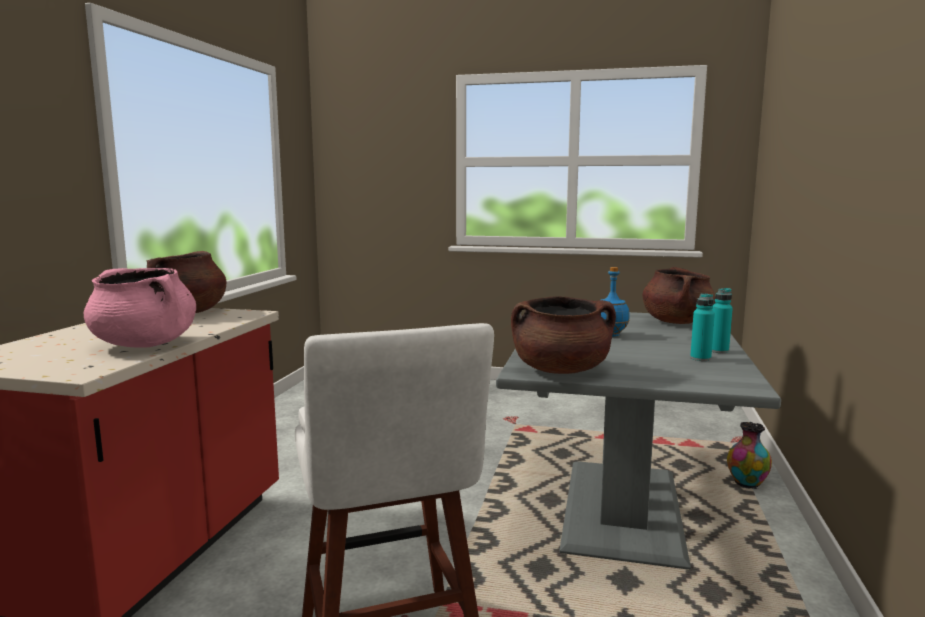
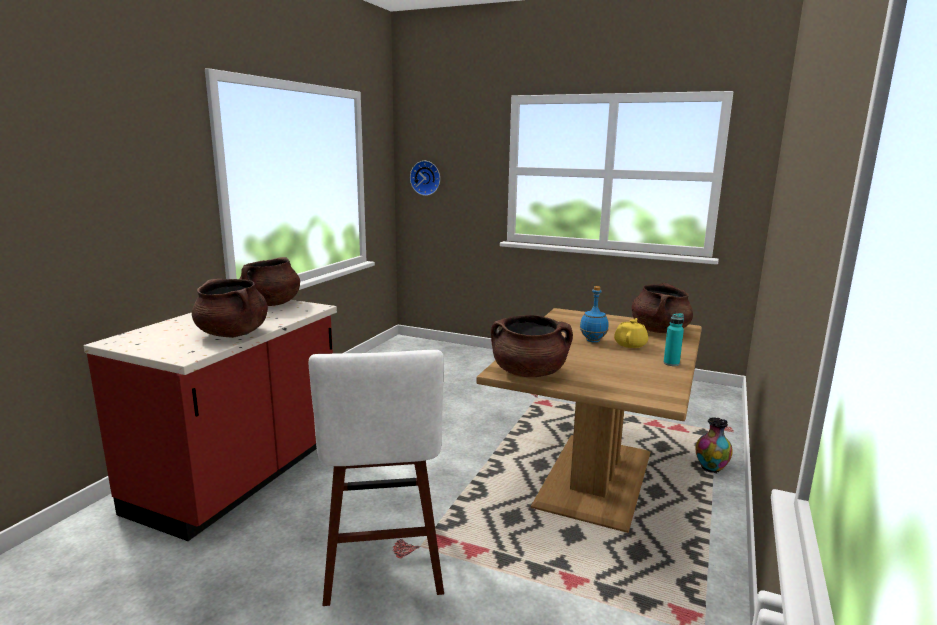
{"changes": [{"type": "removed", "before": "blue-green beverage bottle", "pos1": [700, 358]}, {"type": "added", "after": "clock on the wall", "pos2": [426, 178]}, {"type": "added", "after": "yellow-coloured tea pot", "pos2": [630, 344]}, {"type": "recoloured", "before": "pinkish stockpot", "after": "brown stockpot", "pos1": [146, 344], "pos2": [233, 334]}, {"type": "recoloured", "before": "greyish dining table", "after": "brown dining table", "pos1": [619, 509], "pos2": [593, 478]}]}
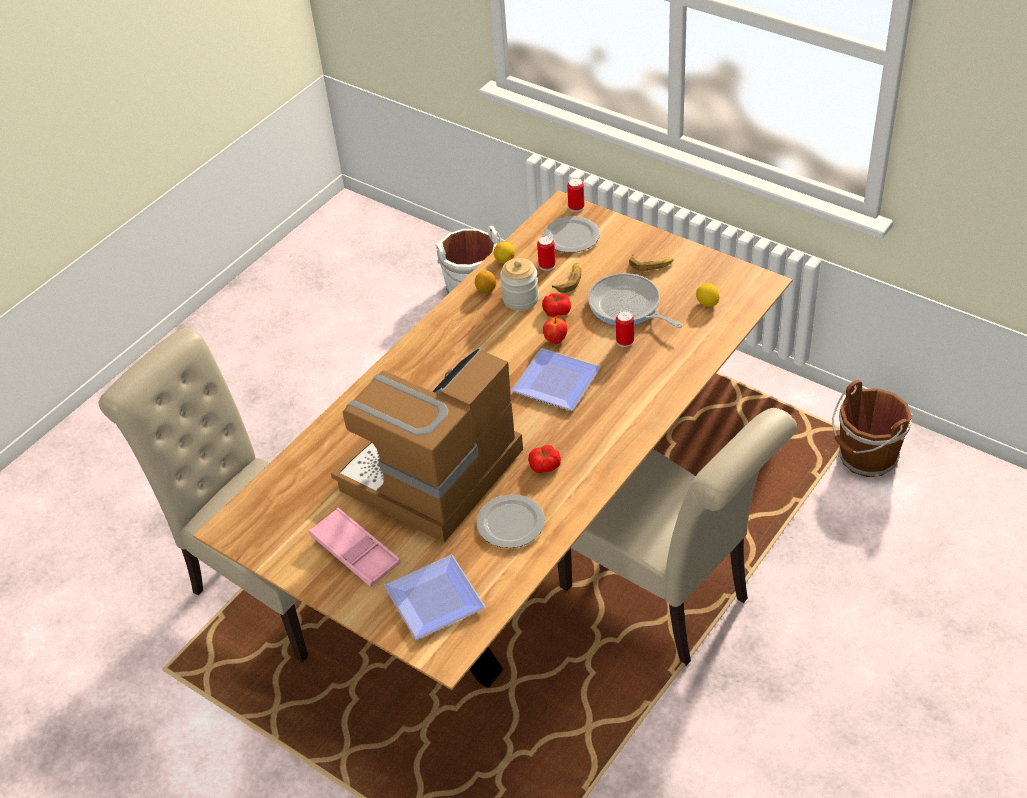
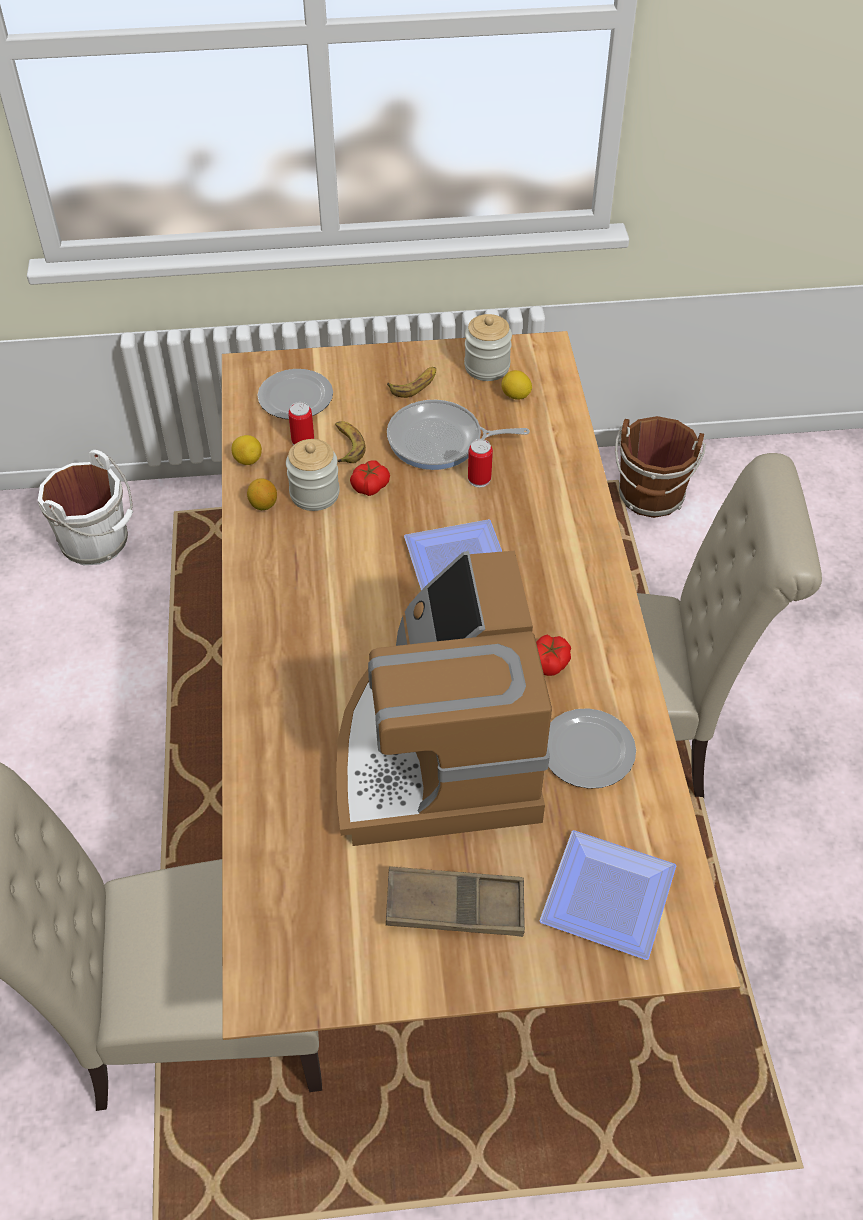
{"changes": [{"type": "removed", "before": "whole apple", "pos1": [555, 340]}, {"type": "removed", "before": "metal can", "pos1": [576, 207]}, {"type": "added", "after": "storage jar", "pos2": [487, 367]}, {"type": "recoloured", "before": "pinkish tray", "after": "brown tray", "pos1": [355, 552], "pos2": [455, 907]}]}
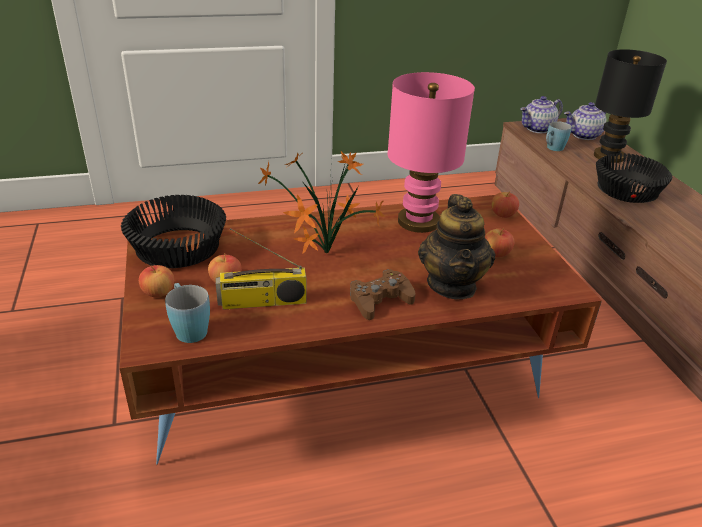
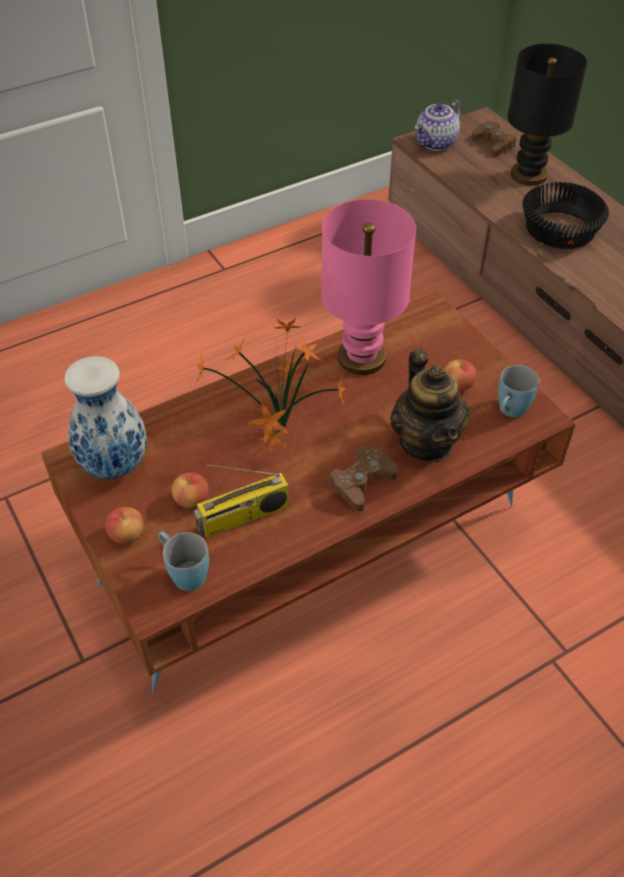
{"changes": [{"type": "removed", "before": "whole apple", "pos1": [503, 214]}, {"type": "moved", "before": "blue coffee mug", "pos1": [552, 149], "pos2": [509, 411]}, {"type": "replaced", "before": "black-coloured bowl", "after": "decorative vase", "pos1": [179, 247], "pos2": [115, 464]}, {"type": "replaced", "before": "tea pot", "after": "brown gamepad", "pos1": [584, 136], "pos2": [493, 144]}]}
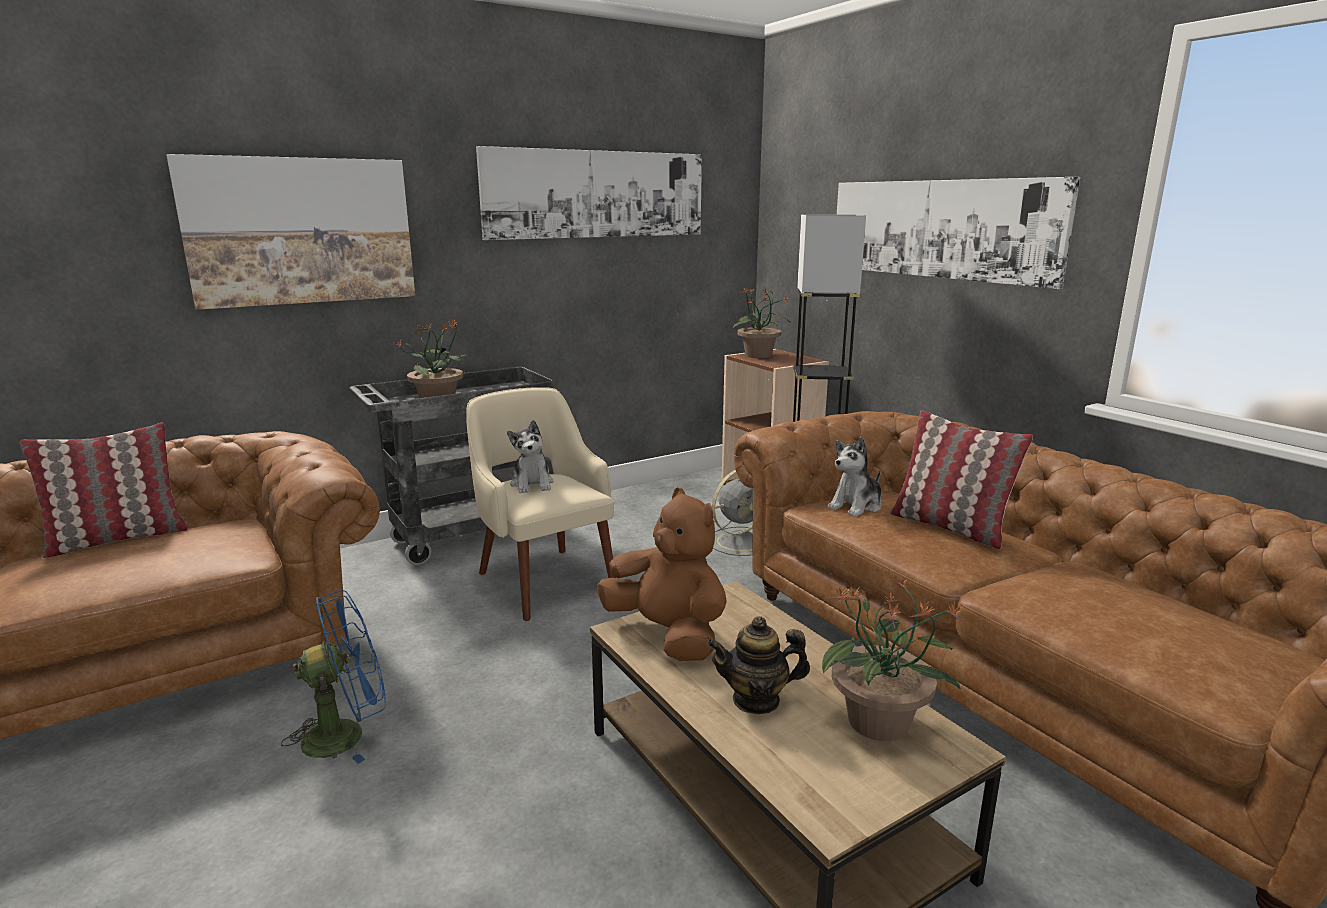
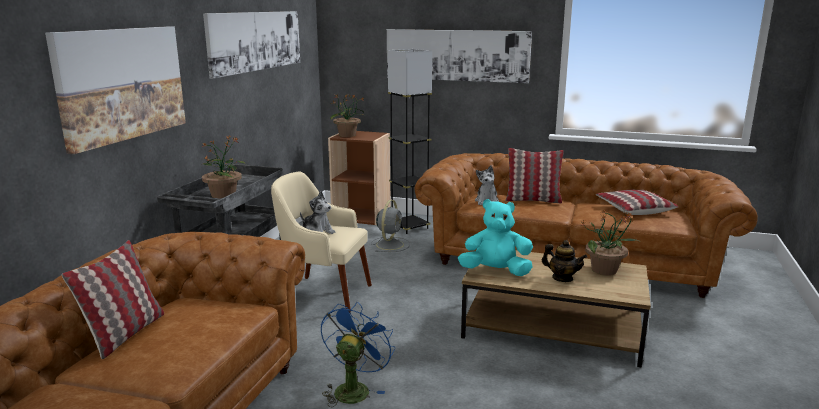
{"changes": [{"type": "added", "after": "pillow", "pos2": [634, 209]}, {"type": "recoloured", "before": "brown plush toy", "after": "blue-green plush toy", "pos1": [668, 634], "pos2": [495, 271]}, {"type": "turned", "before": "tea pot", "pos1": [756, 700], "pos2": [562, 278], "turn": -105}]}
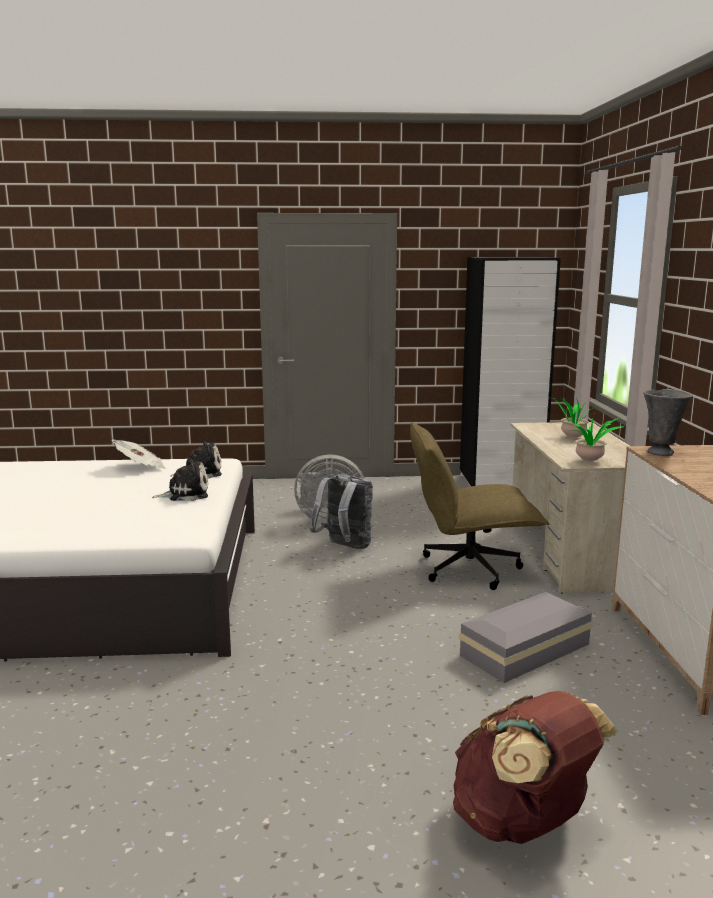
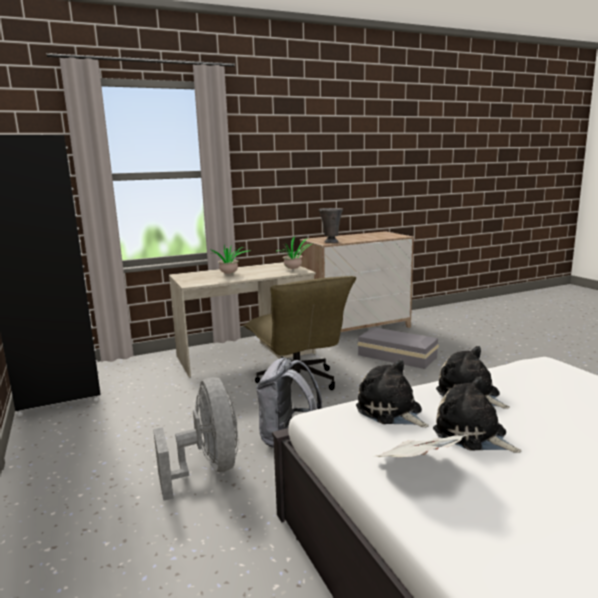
{"changes": [{"type": "removed", "before": "brown backpack", "pos1": [522, 823]}, {"type": "added", "after": "plush toy", "pos2": [473, 435]}]}
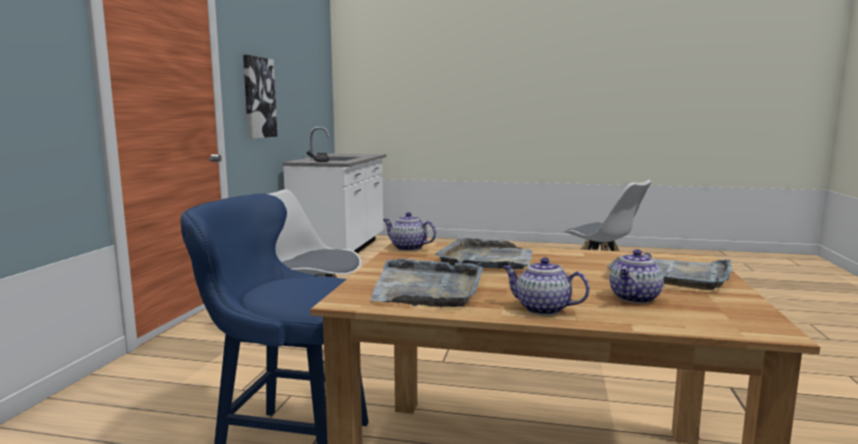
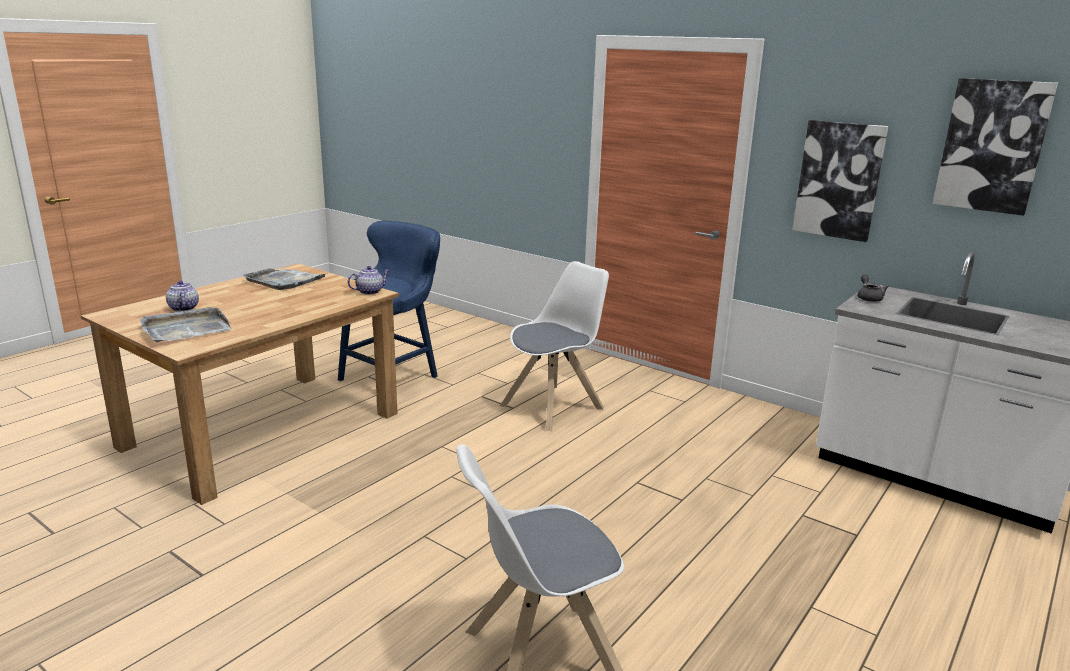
{"changes": [{"type": "removed", "before": "greyish tray", "pos1": [487, 259]}, {"type": "removed", "before": "tea pot", "pos1": [541, 309]}, {"type": "added", "after": "picture", "pos2": [992, 146]}]}
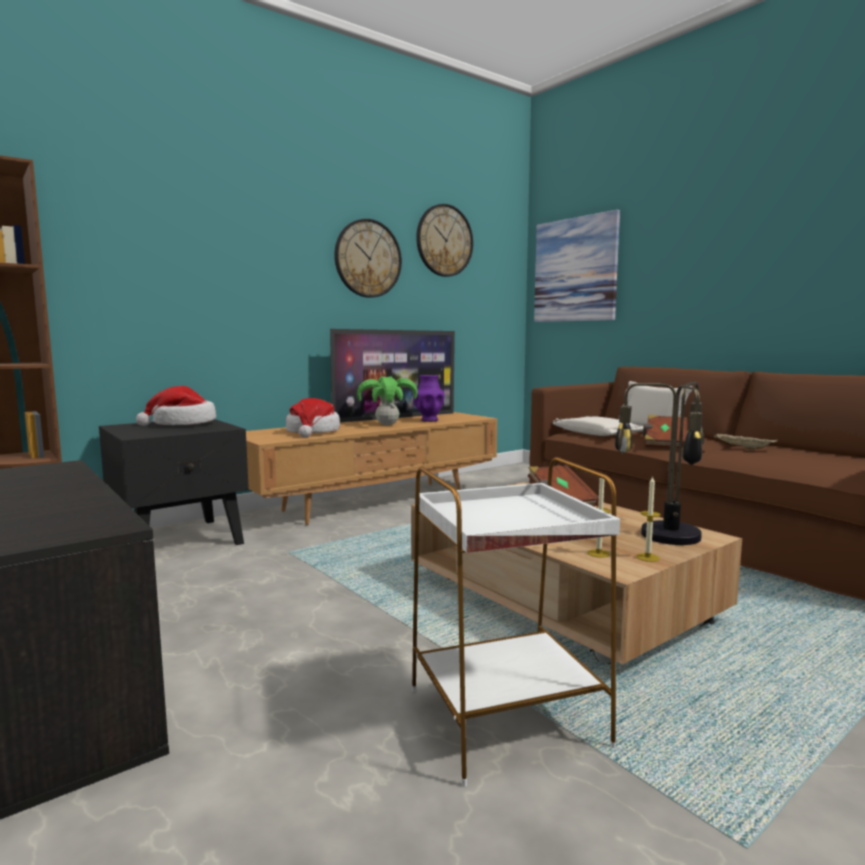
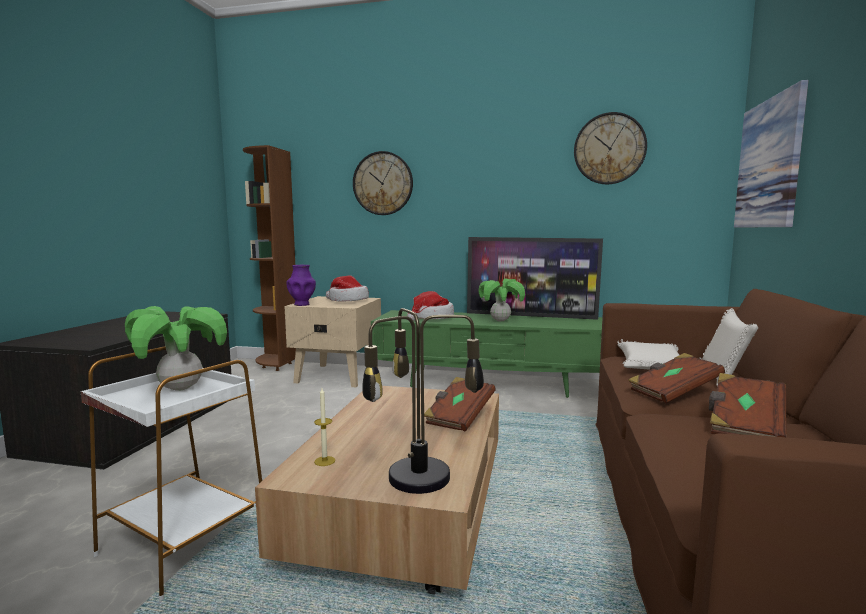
{"changes": [{"type": "removed", "before": "wax light", "pos1": [647, 557]}, {"type": "added", "after": "plant in a pot", "pos2": [181, 388]}, {"type": "moved", "before": "clock on the wall", "pos1": [368, 258], "pos2": [383, 183]}, {"type": "moved", "before": "purple-coloured decorative vase", "pos1": [429, 420], "pos2": [302, 304]}, {"type": "replaced", "before": "sand-coloured tray", "after": "brown bound book", "pos1": [742, 448], "pos2": [744, 426]}, {"type": "recoloured", "before": "black-coloured nightstand", "after": "sand-coloured nightstand", "pos1": [180, 540], "pos2": [338, 375]}, {"type": "recoloured", "before": "sand-coloured media console", "after": "green-coloured media console", "pos1": [372, 501], "pos2": [489, 383]}]}
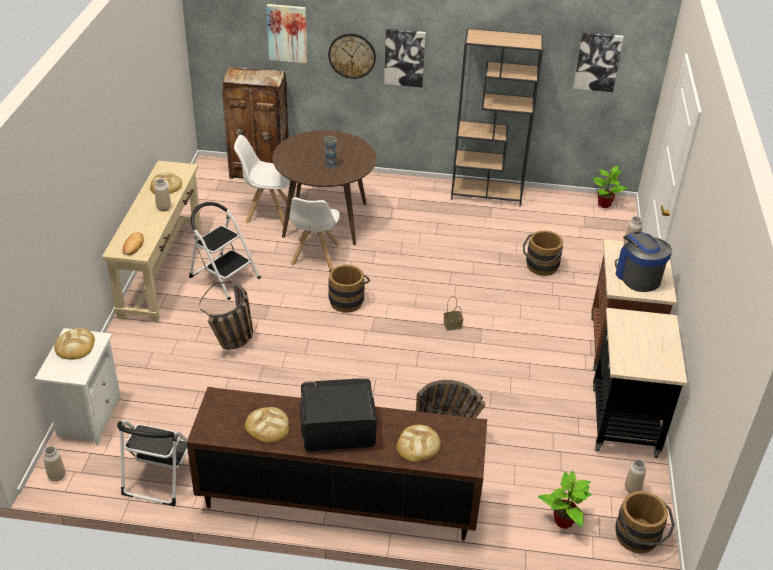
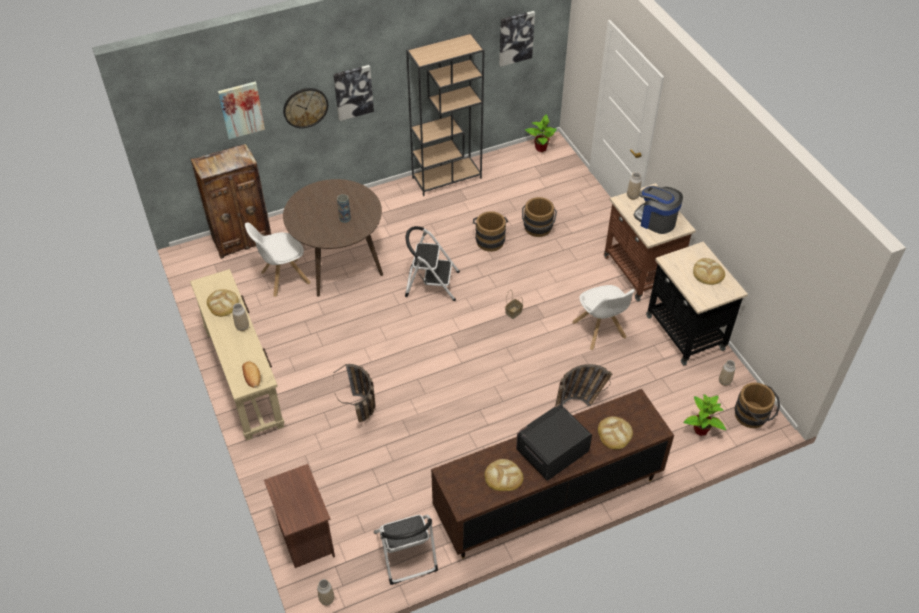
{"changes": [{"type": "moved", "before": "baked bread", "pos1": [75, 346], "pos2": [708, 273]}, {"type": "moved", "before": "stepladder", "pos1": [223, 277], "pos2": [430, 284]}, {"type": "moved", "before": "white plain chair", "pos1": [314, 256], "pos2": [600, 331]}, {"type": "moved", "before": "brown water bucket", "pos1": [348, 299], "pos2": [489, 239]}, {"type": "recoloured", "before": "white nightstand", "after": "brown nightstand", "pos1": [88, 417], "pos2": [305, 538]}]}
